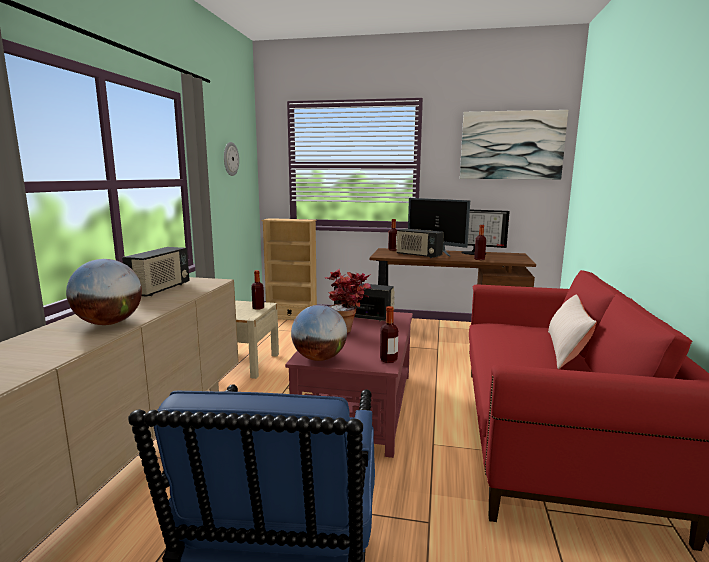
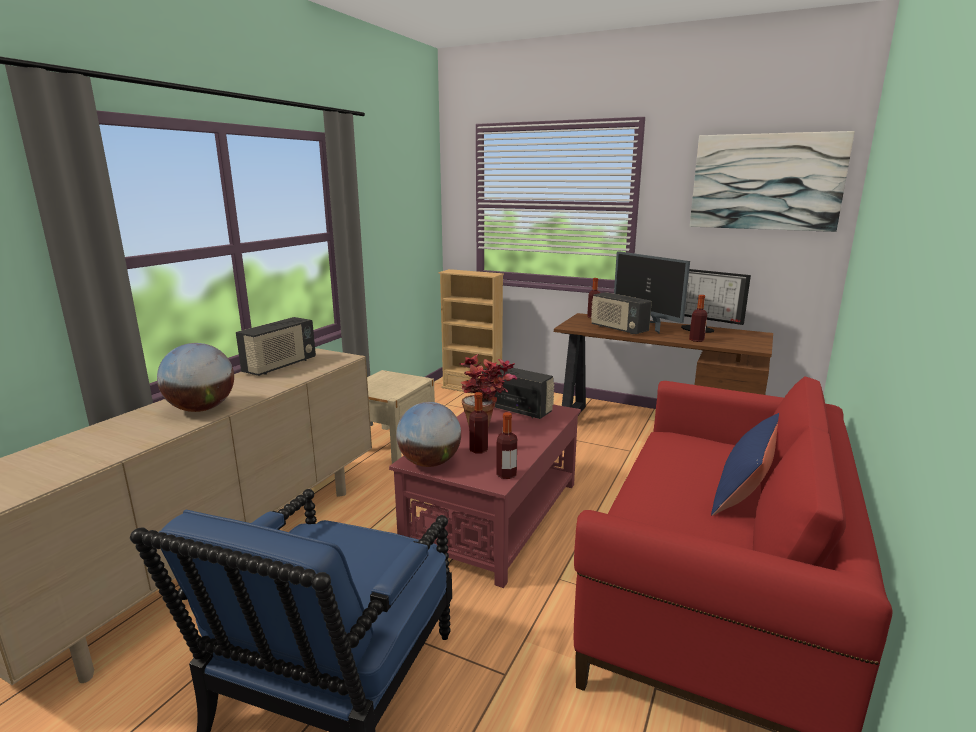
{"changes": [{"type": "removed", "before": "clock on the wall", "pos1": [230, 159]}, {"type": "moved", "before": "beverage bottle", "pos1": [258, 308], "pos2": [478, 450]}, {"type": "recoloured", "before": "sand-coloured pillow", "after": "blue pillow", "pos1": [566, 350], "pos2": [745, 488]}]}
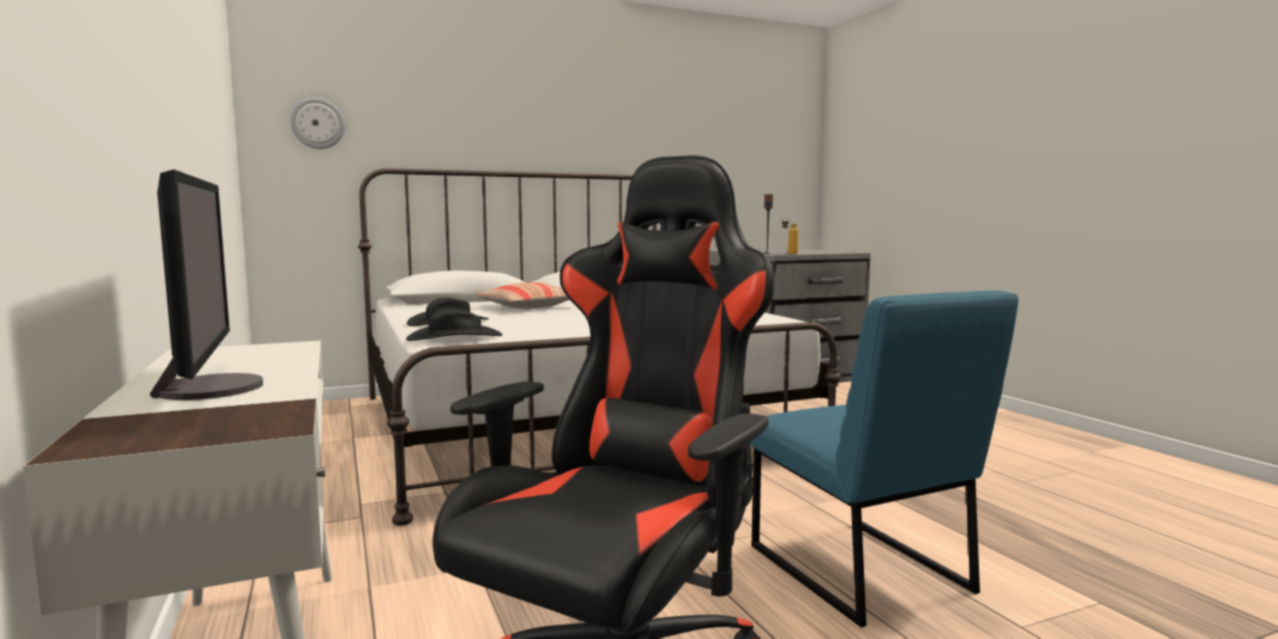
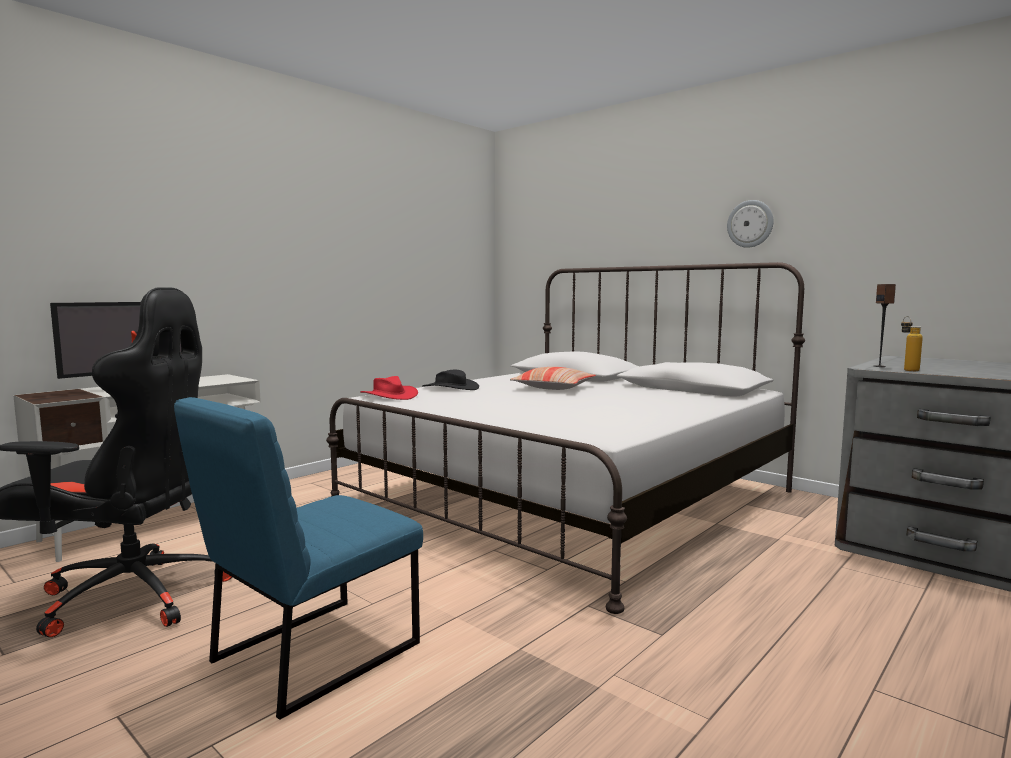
{"changes": [{"type": "moved", "before": "clock on the wall", "pos1": [317, 123], "pos2": [750, 224]}, {"type": "recoloured", "before": "black-coloured clothing hat", "after": "red clothing hat", "pos1": [455, 337], "pos2": [389, 396]}]}
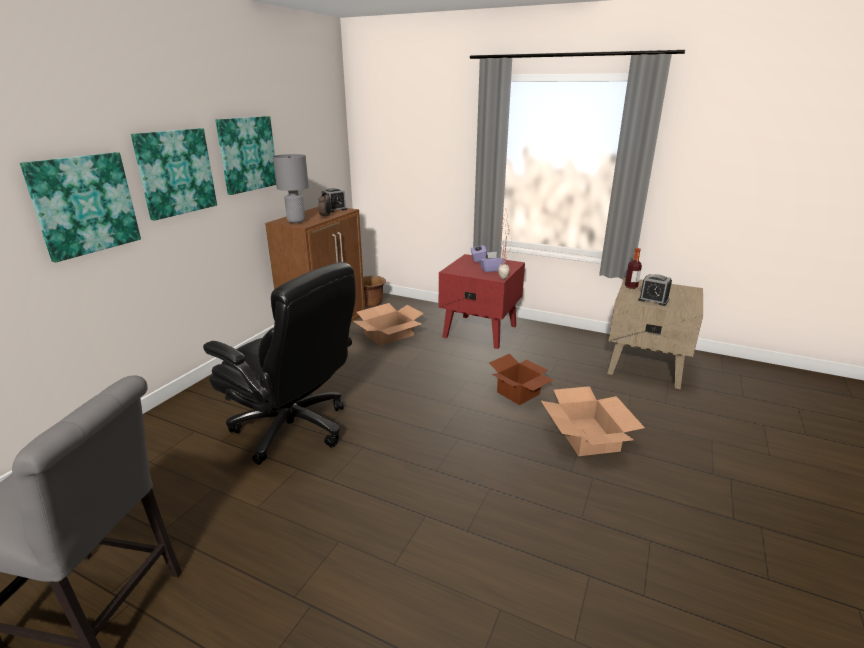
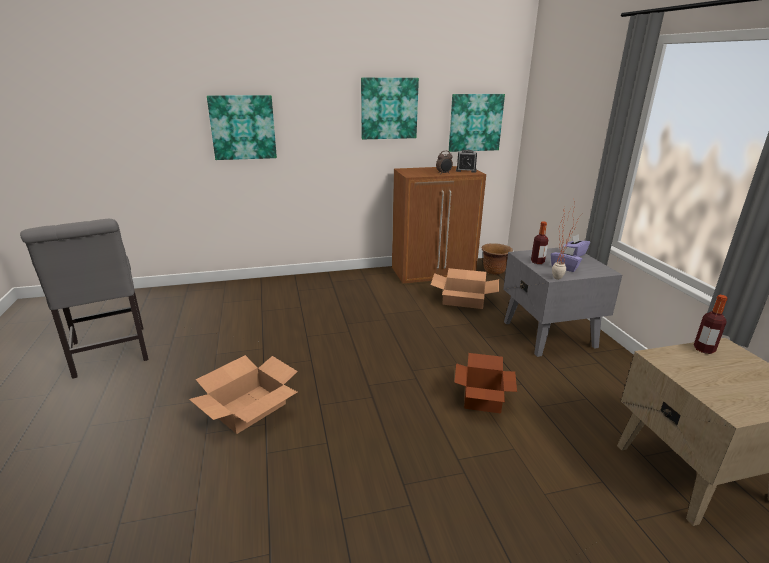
{"changes": [{"type": "removed", "before": "black-coloured office chair", "pos1": [295, 431]}, {"type": "removed", "before": "greyish tabletop lamp", "pos1": [296, 222]}, {"type": "removed", "before": "alarm clock", "pos1": [653, 300]}, {"type": "added", "after": "beverage bottle", "pos2": [537, 262]}, {"type": "moved", "before": "picture", "pos1": [175, 172], "pos2": [475, 122]}, {"type": "moved", "before": "carton", "pos1": [587, 436], "pos2": [249, 408]}, {"type": "recoloured", "before": "red nightstand", "after": "greyish nightstand", "pos1": [481, 331], "pos2": [549, 334]}]}
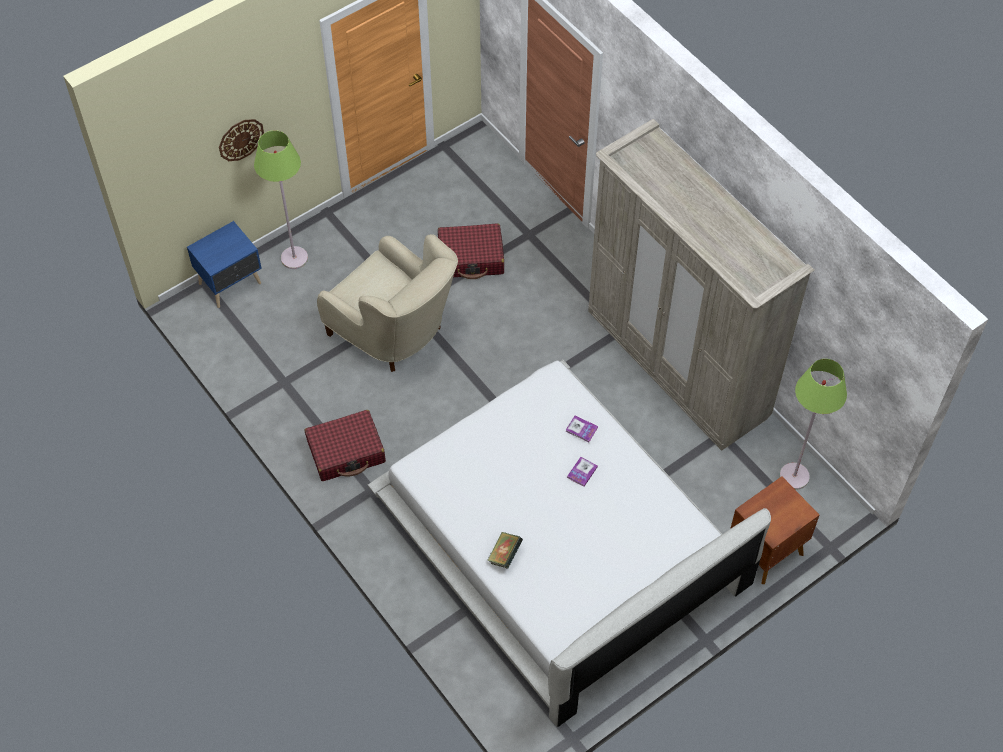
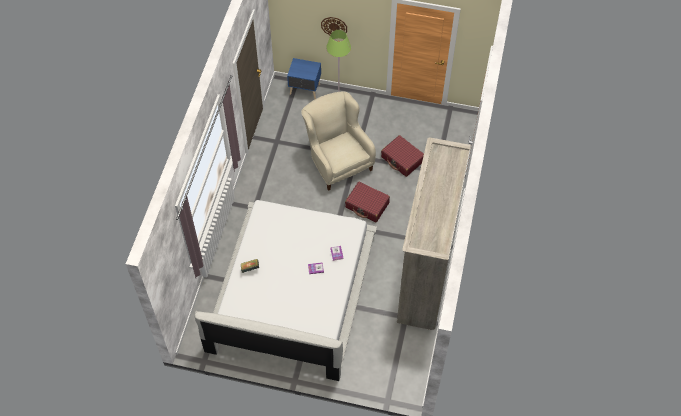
{"changes": [{"type": "removed", "before": "brown nightstand", "pos1": [765, 551]}, {"type": "removed", "before": "green-coloured standing lamp", "pos1": [794, 476]}, {"type": "moved", "before": "red travel case", "pos1": [346, 451], "pos2": [367, 205]}, {"type": "turned", "before": "sand-coloured easy chair", "pos1": [395, 333], "pos2": [337, 161], "turn": 150}]}
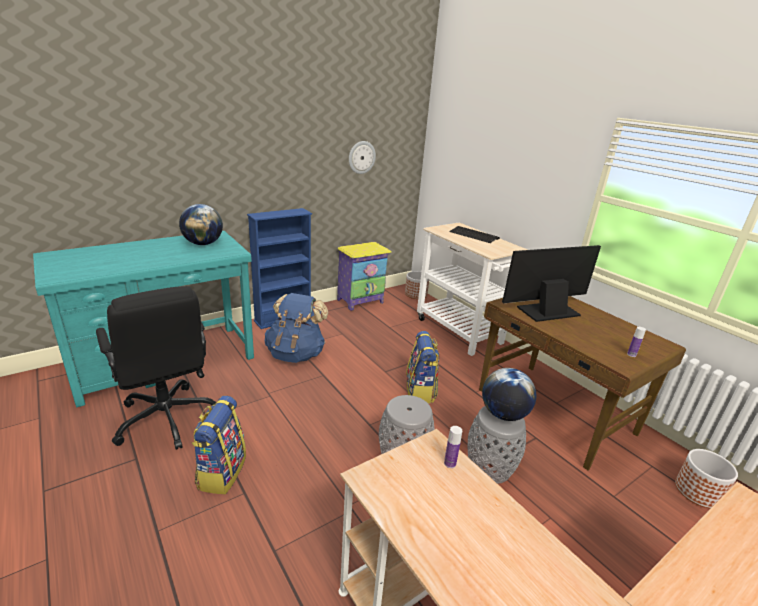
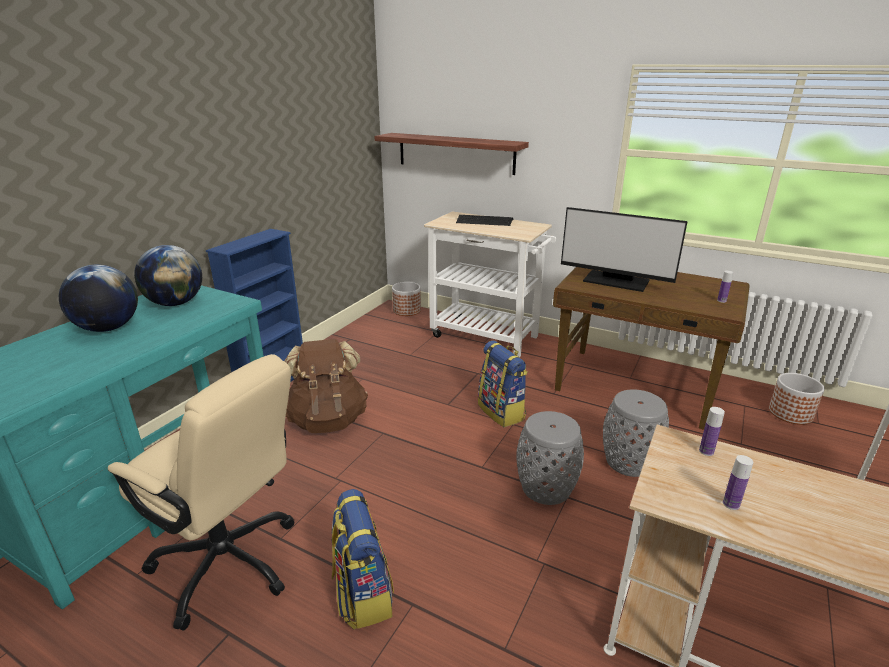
{"changes": [{"type": "removed", "before": "nightstand", "pos1": [362, 302]}, {"type": "removed", "before": "clock on the wall", "pos1": [361, 157]}, {"type": "added", "after": "shelf", "pos2": [455, 153]}, {"type": "added", "after": "beverage bottle", "pos2": [731, 504]}, {"type": "moved", "before": "world globe", "pos1": [504, 414], "pos2": [108, 328]}, {"type": "recoloured", "before": "black-coloured office chair", "after": "sand-coloured office chair", "pos1": [168, 421], "pos2": [232, 566]}, {"type": "recoloured", "before": "blue backpack", "after": "brown backpack", "pos1": [296, 354], "pos2": [328, 420]}, {"type": "turned", "before": "monitor", "pos1": [547, 311], "pos2": [615, 281], "turn": -105}]}
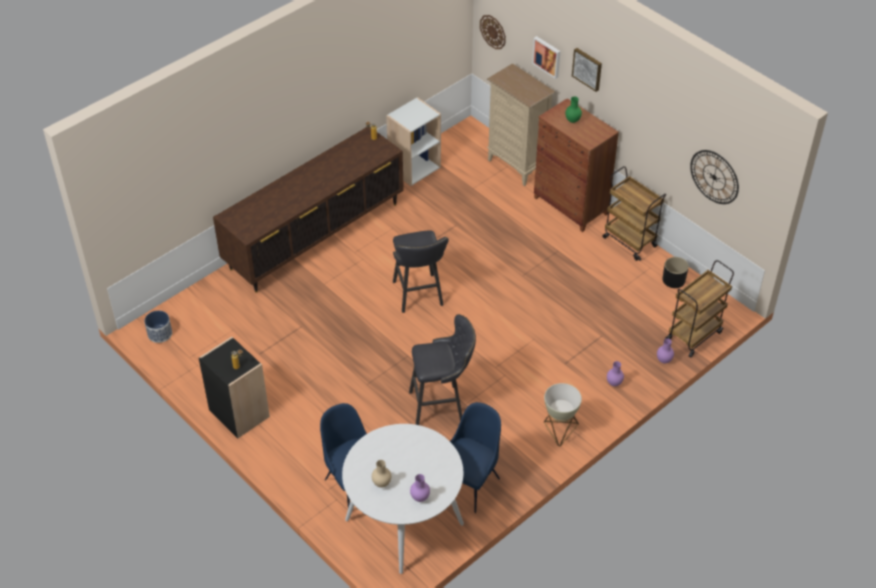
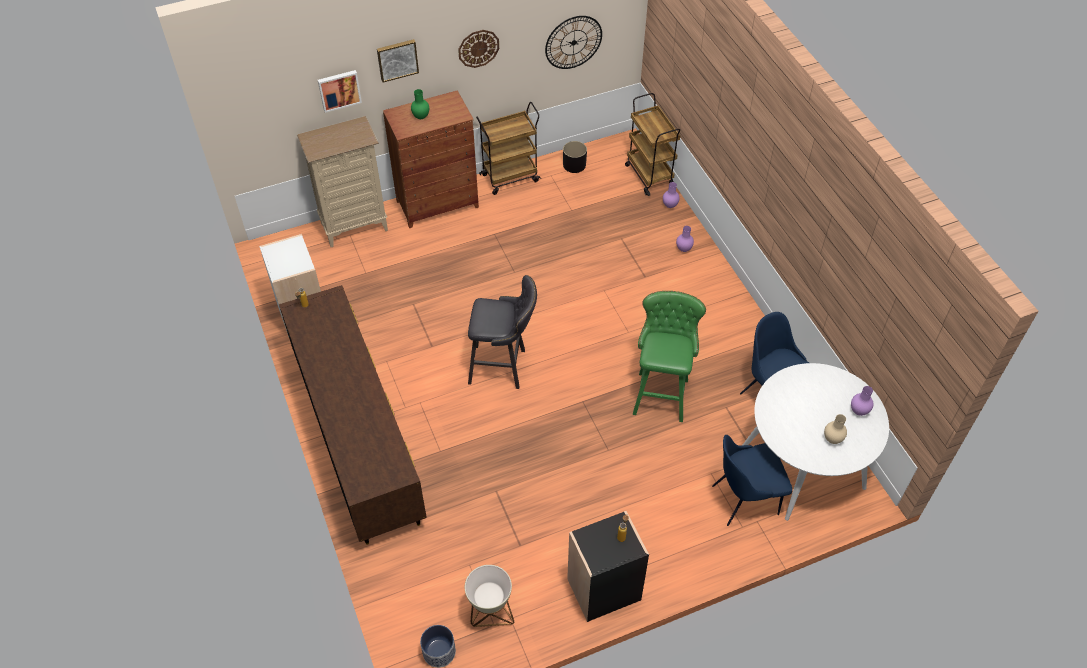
{"changes": [{"type": "moved", "before": "clock on the wall", "pos1": [493, 31], "pos2": [478, 48]}, {"type": "moved", "before": "planter", "pos1": [559, 429], "pos2": [490, 613]}, {"type": "recoloured", "before": "black-coloured stool seat", "after": "green-coloured stool seat", "pos1": [443, 404], "pos2": [661, 390]}]}
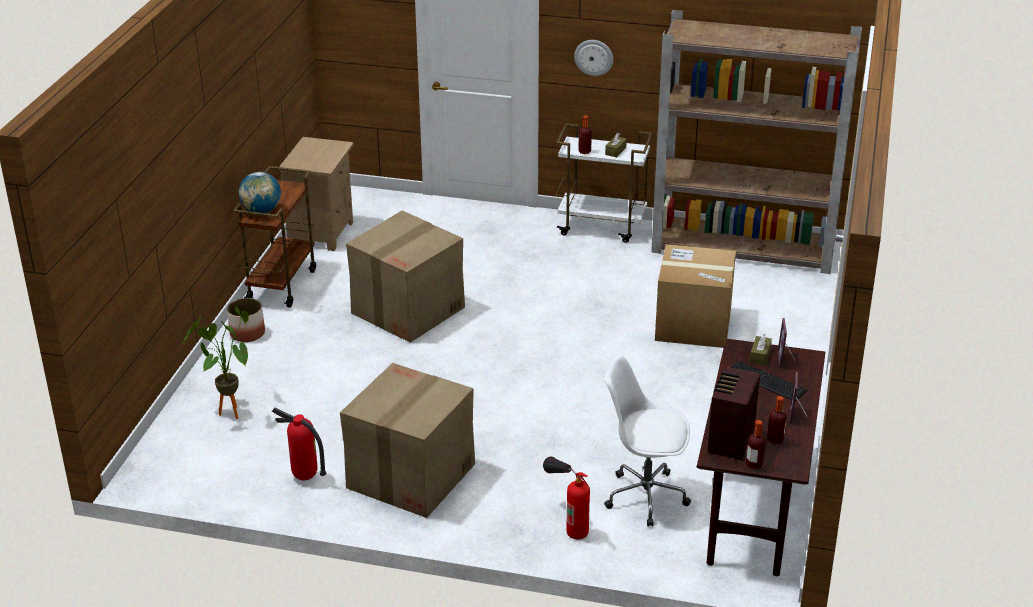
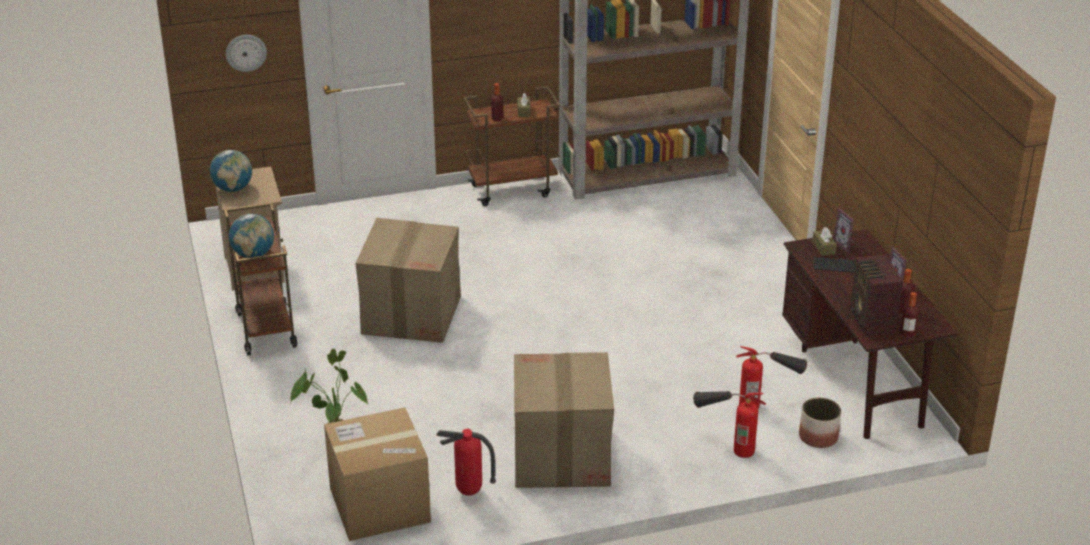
{"changes": [{"type": "added", "after": "world globe", "pos2": [233, 189]}, {"type": "moved", "before": "planter", "pos1": [247, 333], "pos2": [818, 437]}, {"type": "moved", "before": "clock on the wall", "pos1": [594, 57], "pos2": [246, 52]}, {"type": "moved", "before": "carton", "pos1": [693, 324], "pos2": [379, 505]}, {"type": "replaced", "before": "white office chair", "after": "fire-fighting cylinder", "pos1": [644, 497], "pos2": [767, 404]}, {"type": "recoloured", "before": "white wheeled cart", "after": "brown wheeled cart", "pos1": [602, 229], "pos2": [513, 191]}]}
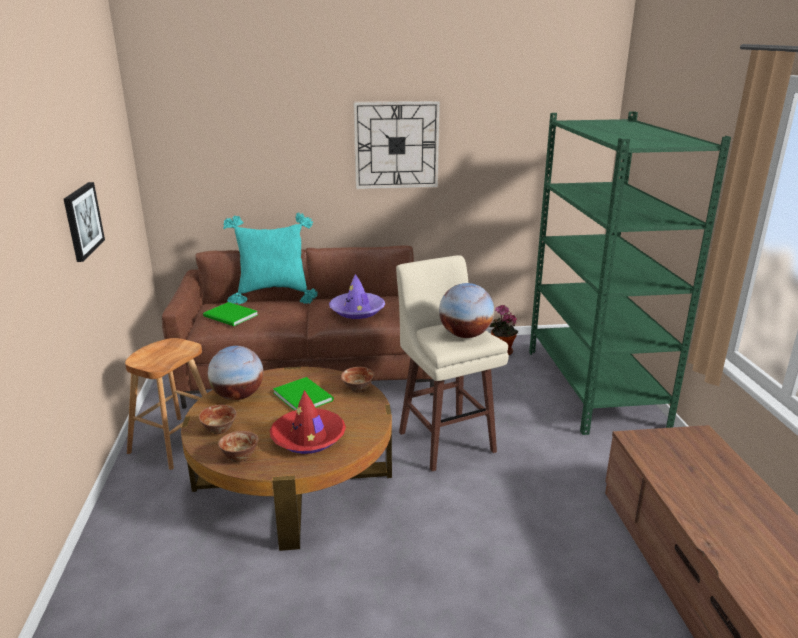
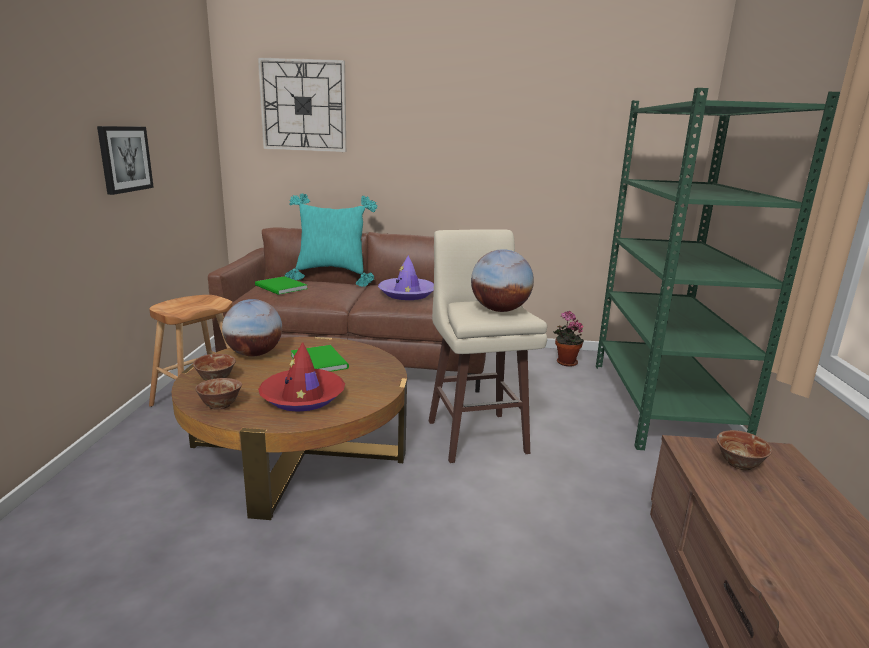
{"changes": [{"type": "moved", "before": "bowl", "pos1": [358, 389], "pos2": [739, 464]}, {"type": "moved", "before": "clock on the wall", "pos1": [396, 145], "pos2": [303, 105]}]}
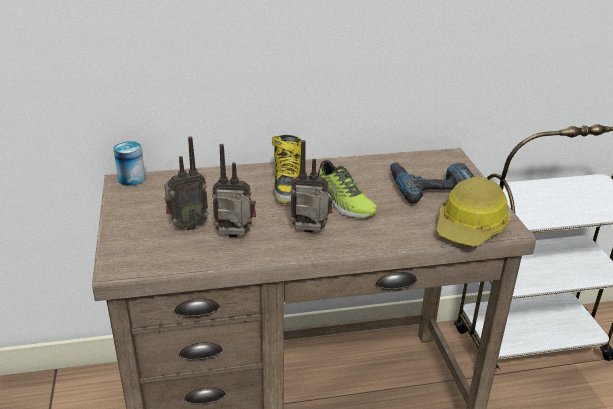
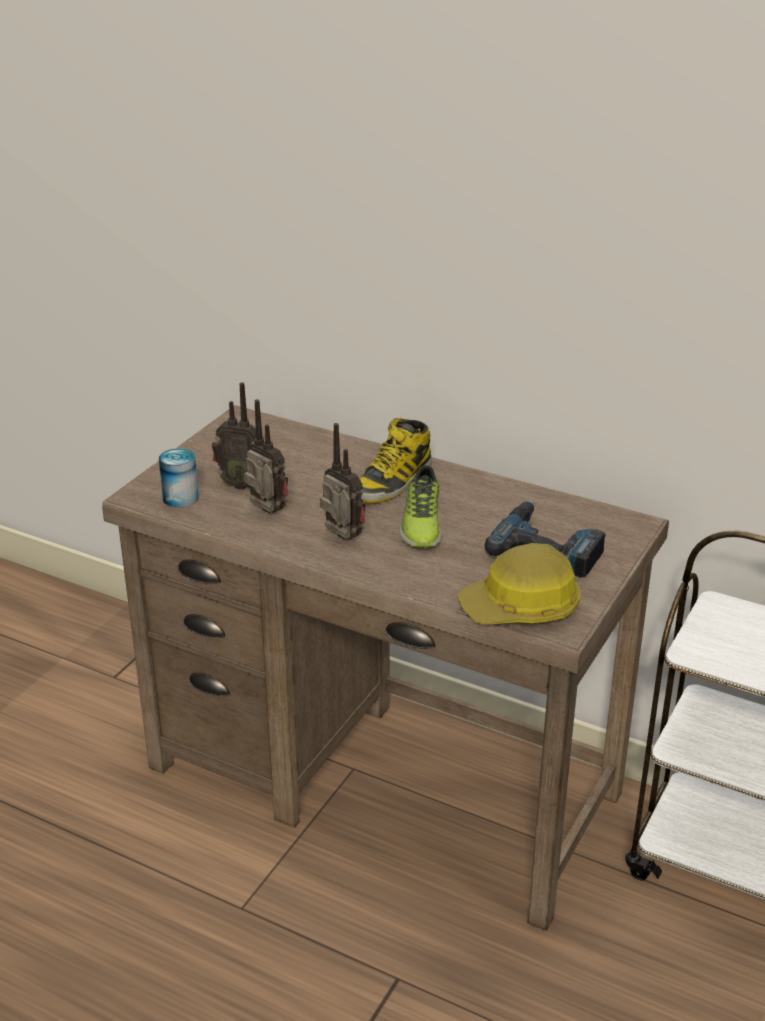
{"changes": [{"type": "moved", "before": "metal can", "pos1": [131, 179], "pos2": [180, 498]}]}
